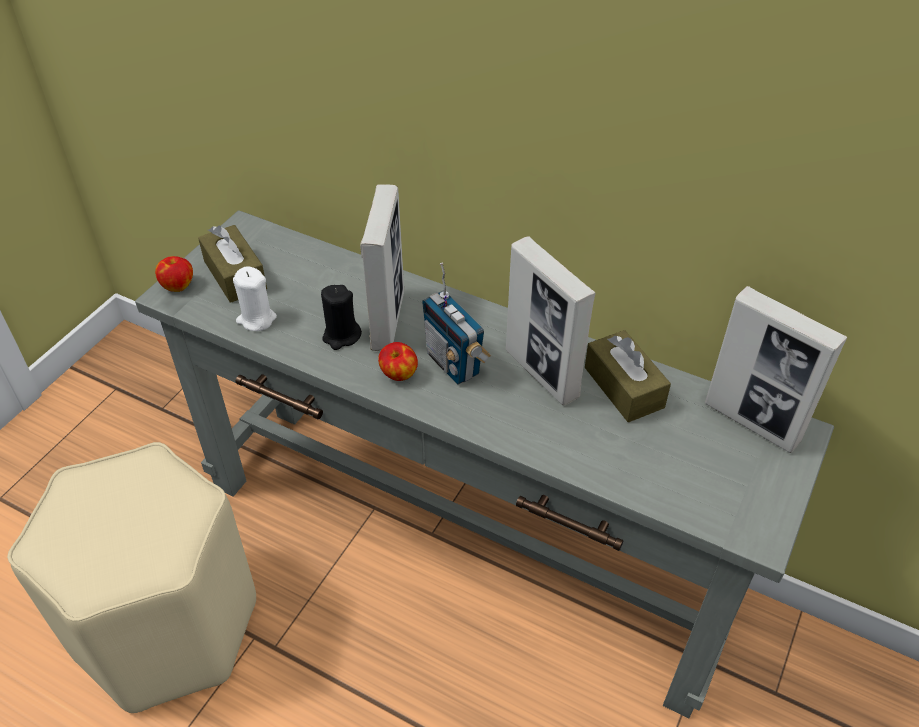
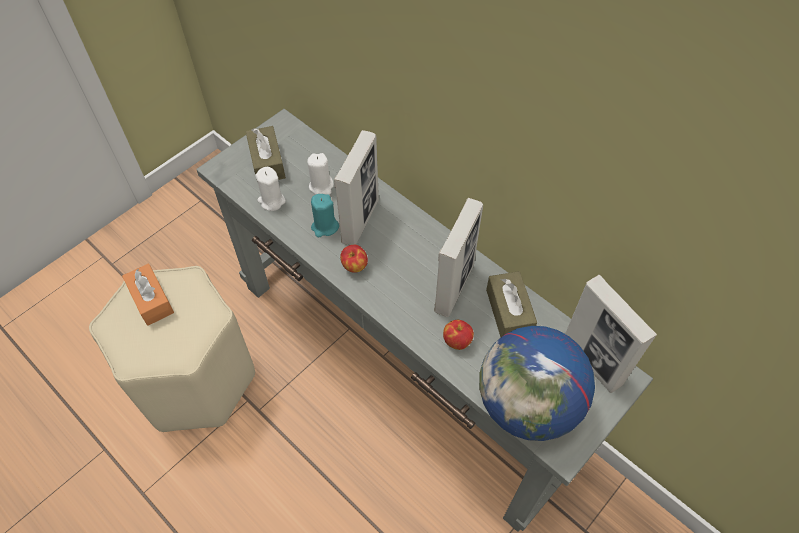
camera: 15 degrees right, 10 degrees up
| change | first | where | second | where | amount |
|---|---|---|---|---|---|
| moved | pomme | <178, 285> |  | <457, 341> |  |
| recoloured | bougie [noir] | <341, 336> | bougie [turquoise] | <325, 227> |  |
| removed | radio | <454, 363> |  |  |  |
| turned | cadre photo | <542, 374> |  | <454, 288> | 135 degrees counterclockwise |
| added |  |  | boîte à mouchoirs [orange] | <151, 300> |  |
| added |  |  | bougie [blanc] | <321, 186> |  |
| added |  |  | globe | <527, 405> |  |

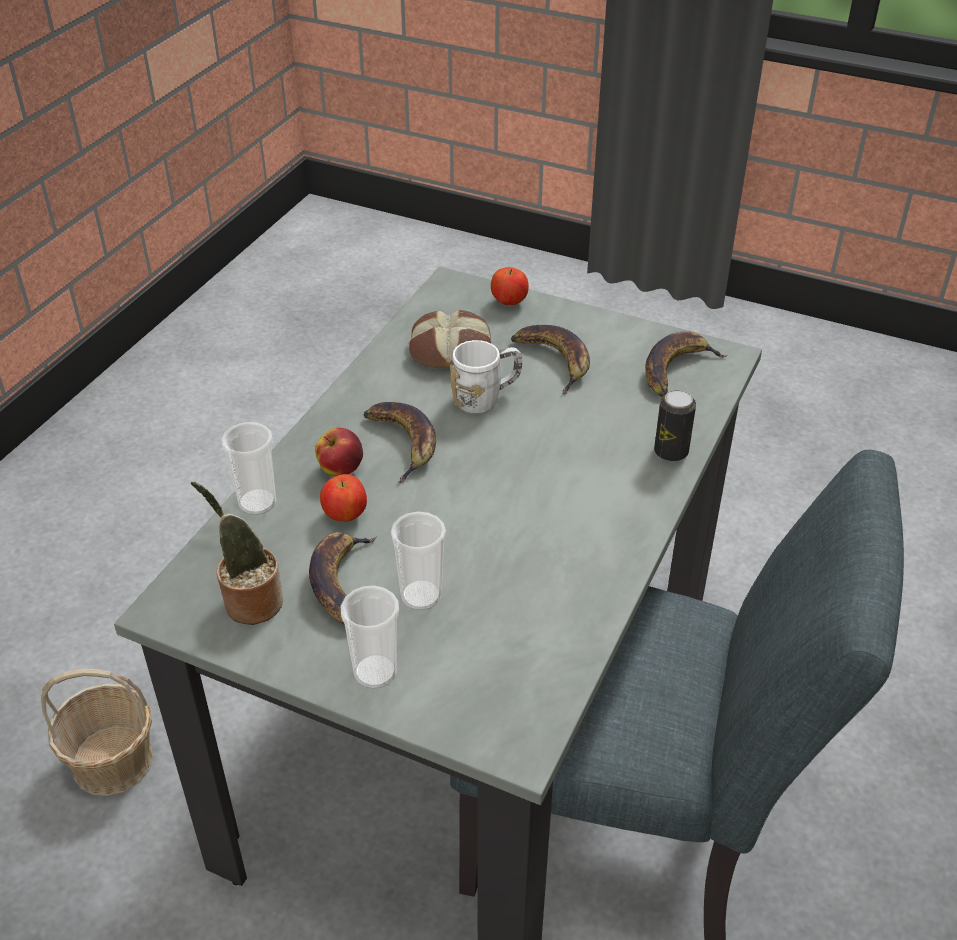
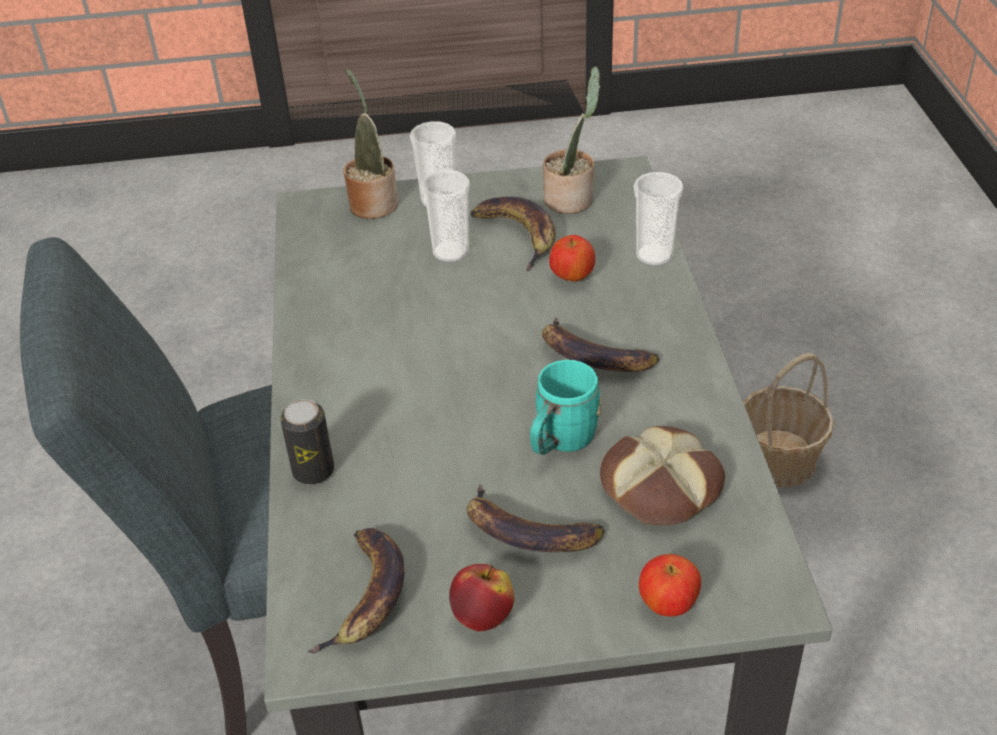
camera: 150 degrees right, 0 degrees up
| change | first | where | second | where | amount |
|---|---|---|---|---|---|
| moved | pomme | <340, 469> |  | <483, 616> |  |
| recoloured | mug [blanc] | <486, 398> | mug [turquoise] | <560, 442> |  |
| added |  |  | plante en pot | <372, 203> |  |

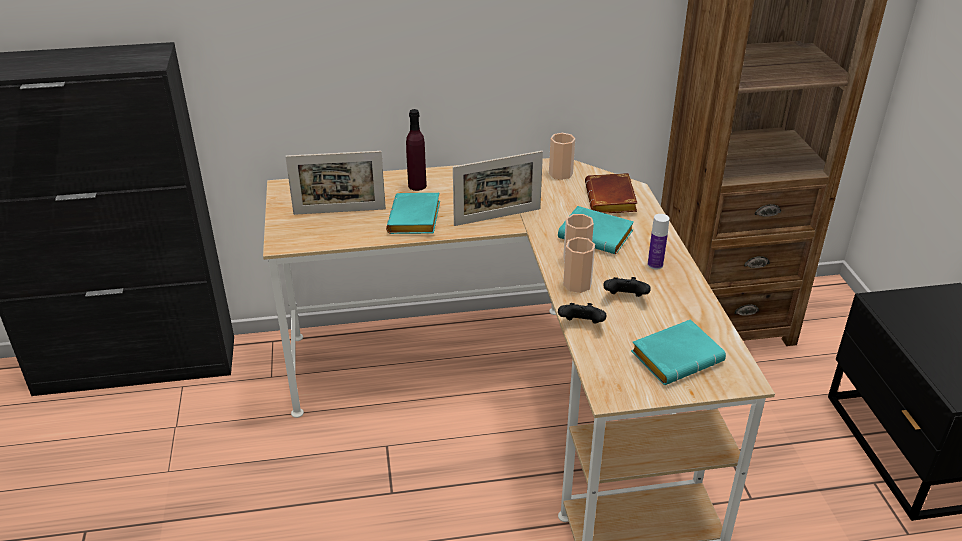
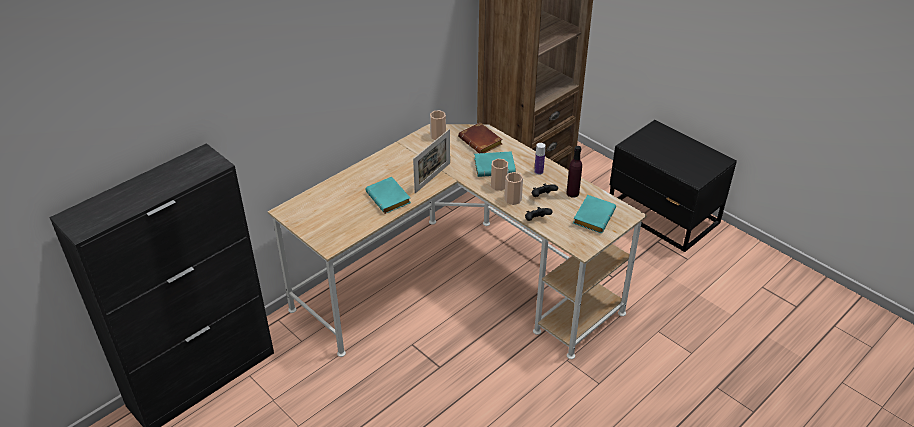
camera: 35 degrees left, 5 degrees up
| change | first | where | second | where | amount |
|---|---|---|---|---|---|
| removed | cadre photo | <339, 211> |  |  |  |
| moved | bouteille [violet] | <417, 186> |  | <572, 193> |  |

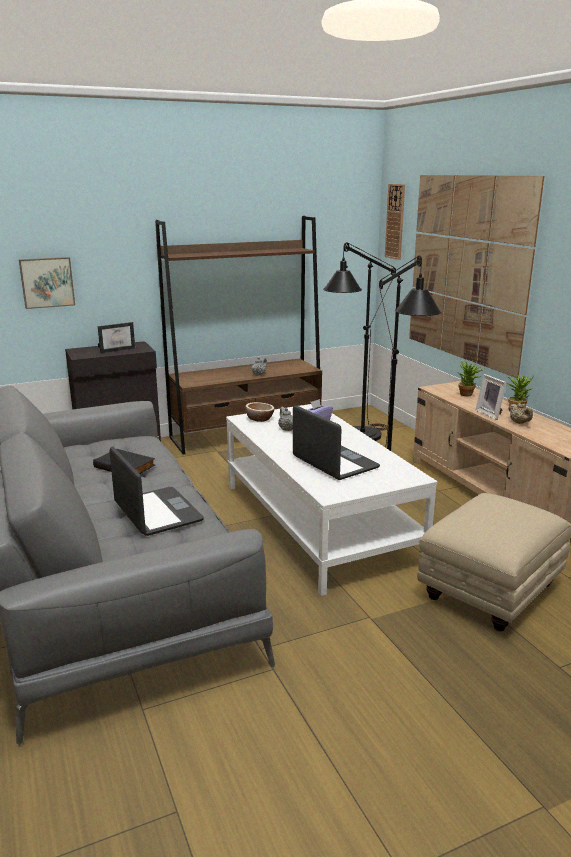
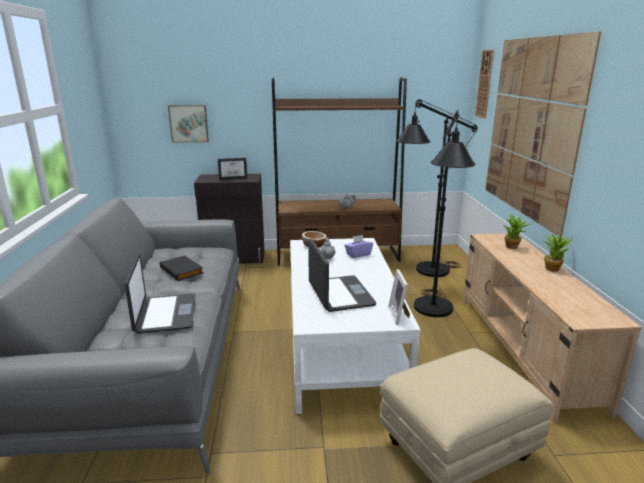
camera: 20 degrees right, 0 degrees up
| change | first | where | second | where | amount |
|---|---|---|---|---|---|
| moved | cadre photo | <491, 414> |  | <399, 315> |  |
| removed | théière [beige] | <519, 423> |  |  |  |

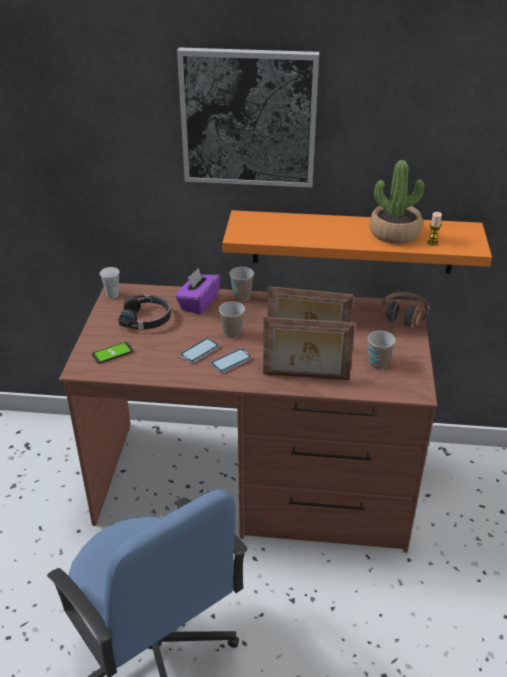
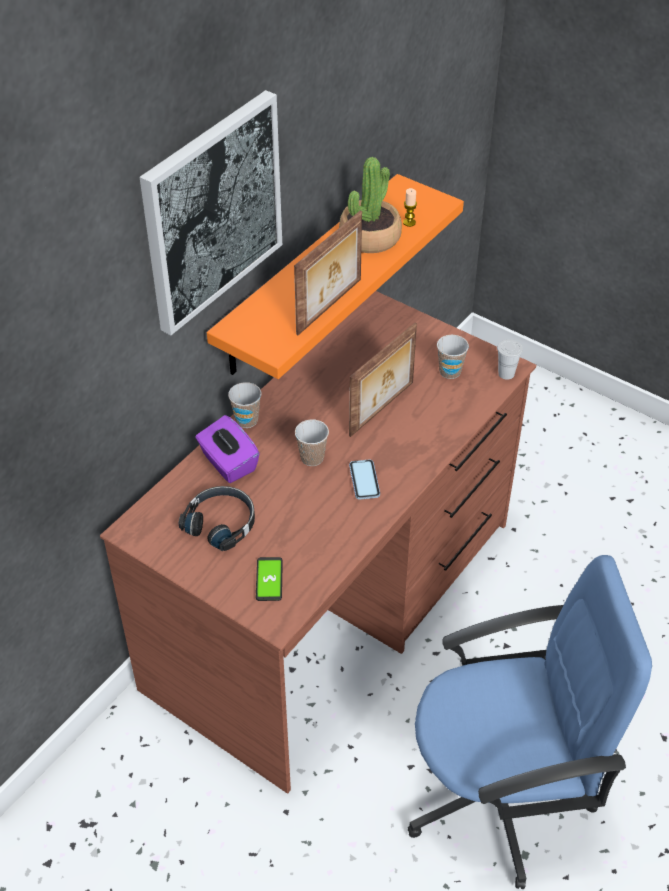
camera: 60 degrees left, 10 degrees up
| change | first | where | second | where | amount |
|---|---|---|---|---|---|
| moved | tasse [blanc] | <112, 295> |  | <506, 374> |  |
| removed | téléphone | <199, 351> |  |  |  |
| moved | cadre photo | <305, 377> |  | <330, 307> |  |
| removed | casque audio | <403, 316> |  |  |  |

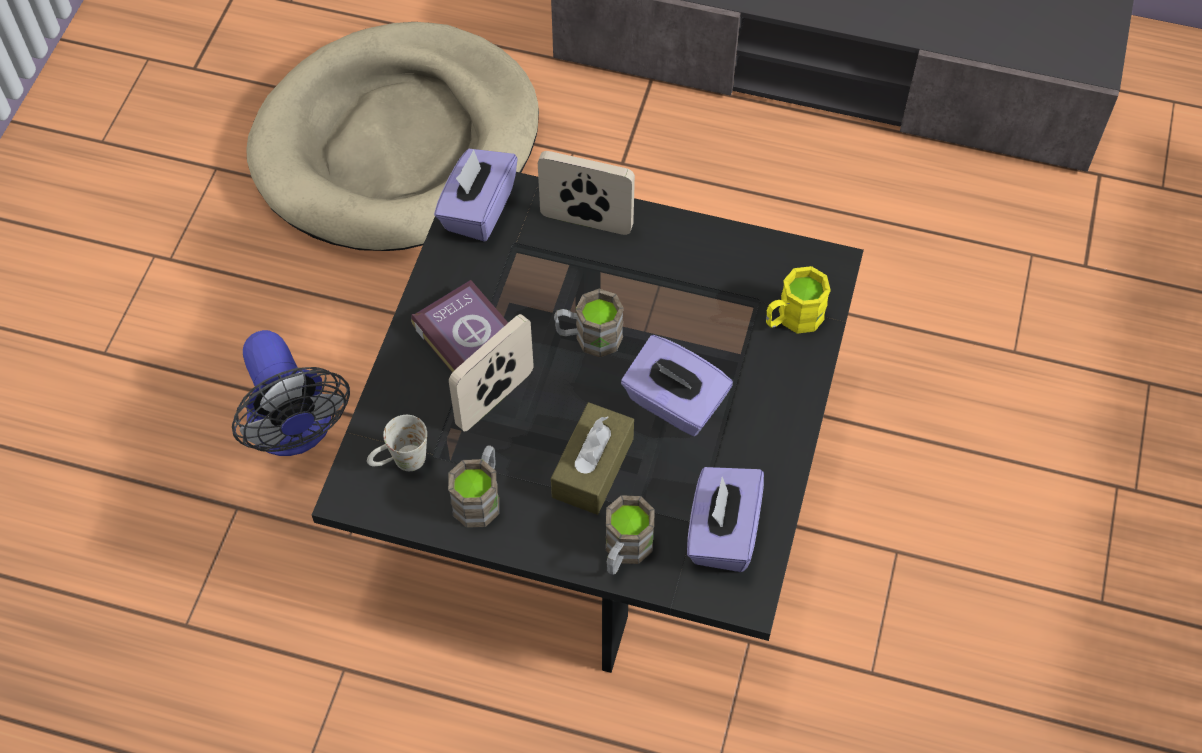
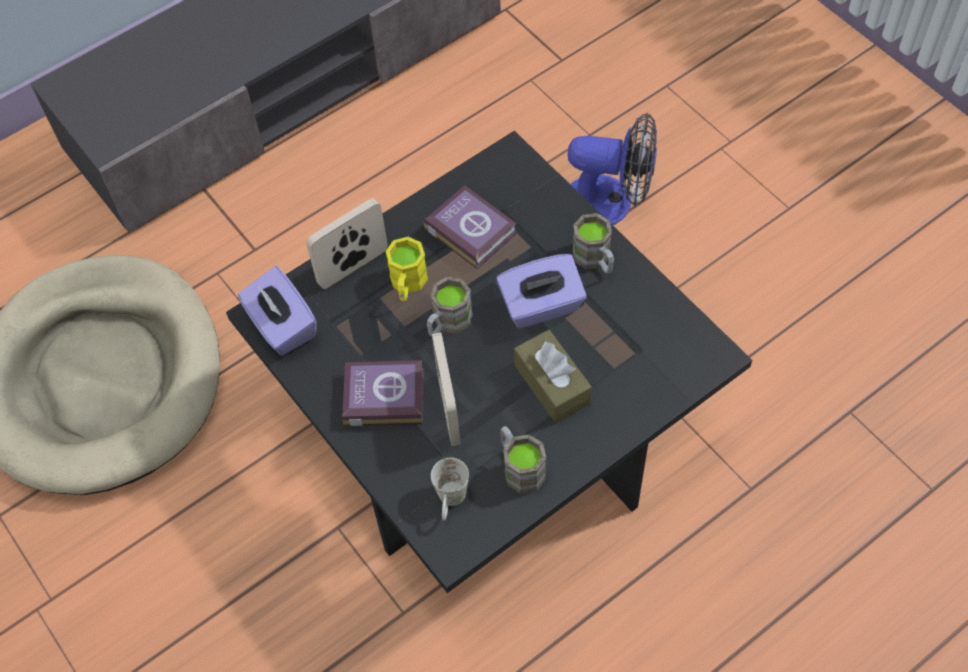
camera: 50 degrees left, 0 degrees up
| change | first | where | second | where | amount |
|---|---|---|---|---|---|
| moved | ventilateur | <295, 431> |  | <610, 202> |  |
| moved | mug [marron] | <624, 551> |  | <595, 260> |  |
| removed | boîte à mouchoirs [violet] | <722, 533> |  |  |  |
| moved | mug [jaune] | <792, 319> |  | <407, 284> |  |
| added |  |  | livre | <470, 229> |  |

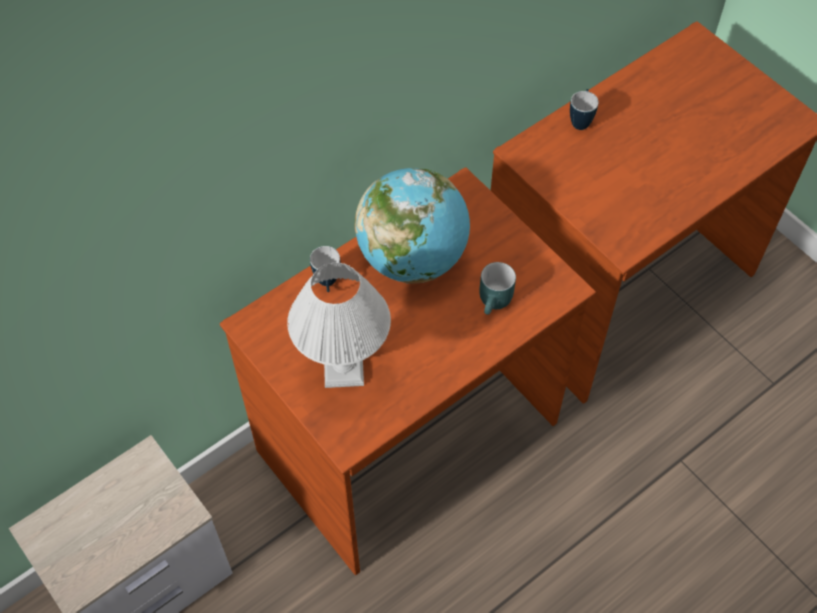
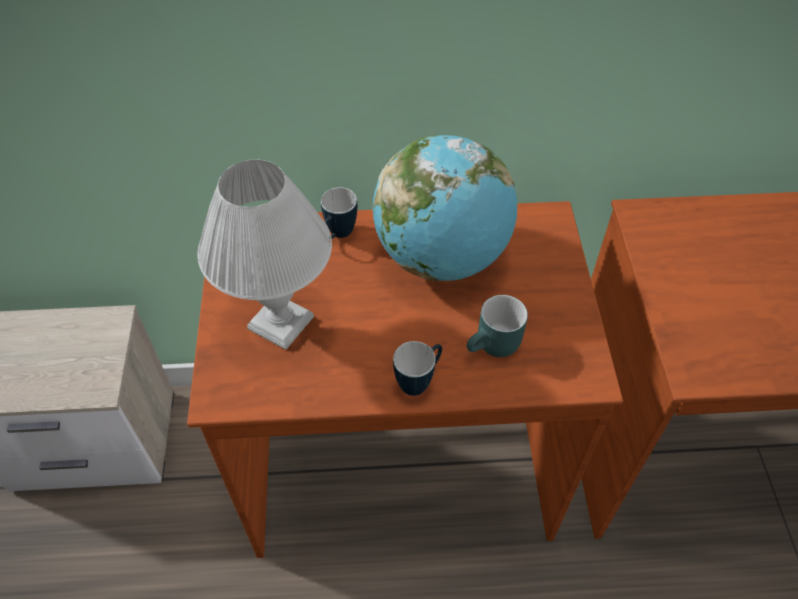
camera: 35 degrees right, 5 degrees down
| change | first | where | second | where | amount |
|---|---|---|---|---|---|
| moved | mug | <581, 120> |  | <419, 381> |  |

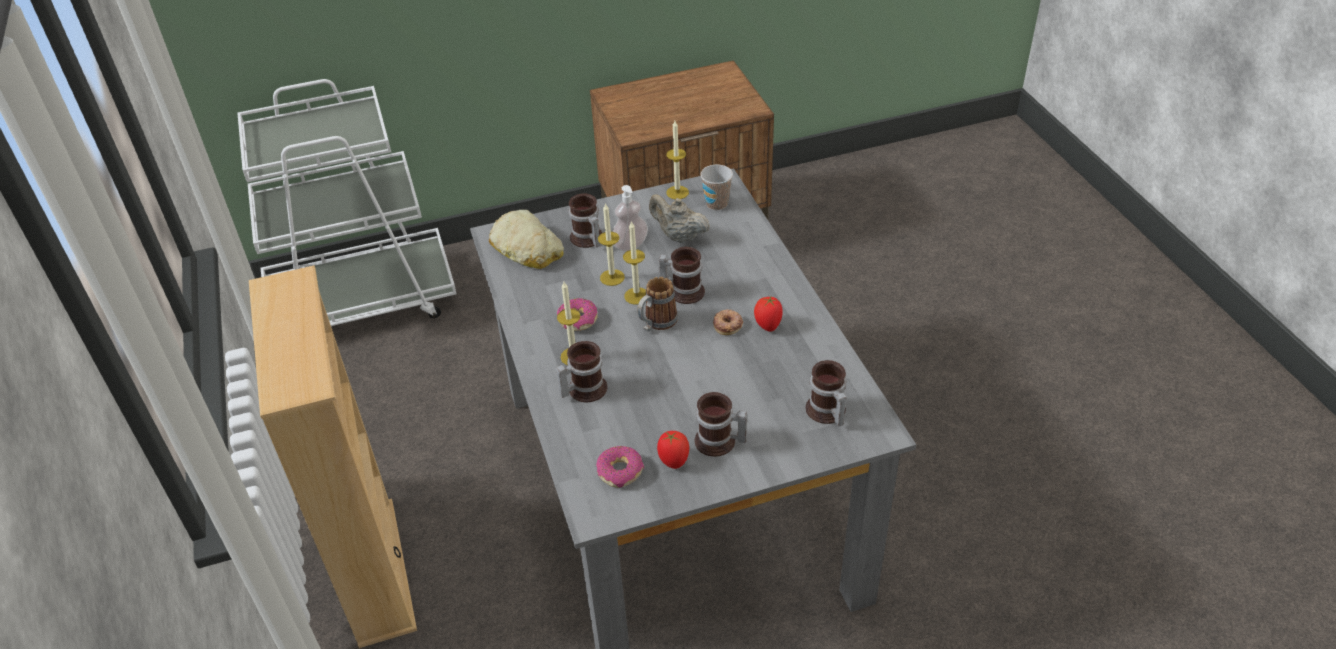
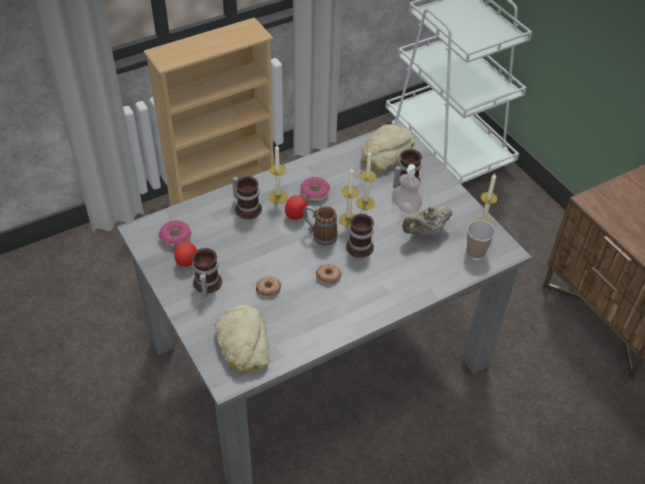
camera: 75 degrees right, 5 degrees up
| change | first | where | second | where | amount |
|---|---|---|---|---|---|
| turned | théière [beige] | <679, 236> |  | <425, 233> | 135 degrees counterclockwise |
| moved | tomate | <767, 325> |  | <296, 216> |  |
| replaced | mug | <826, 412> | pain | <243, 344> |  |
| added |  |  | beignet | <268, 289> |  |

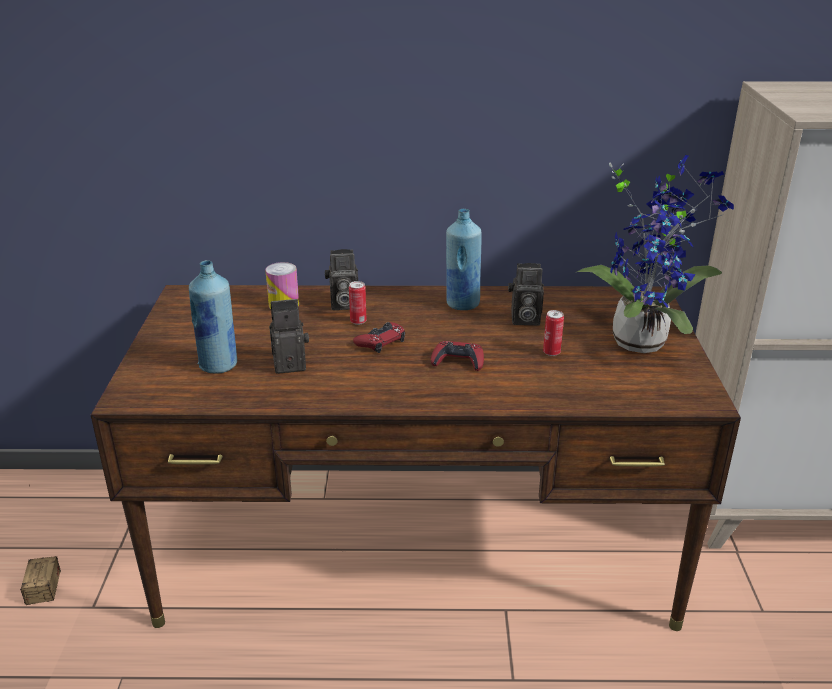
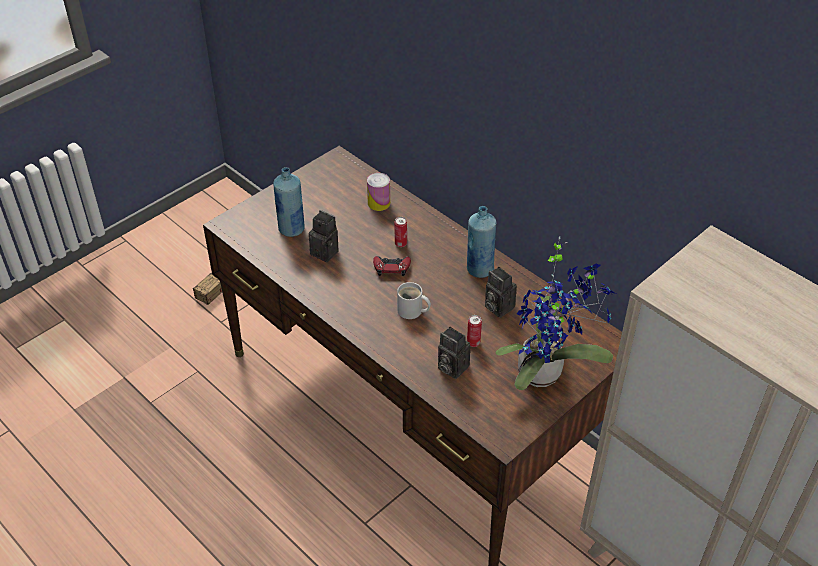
camera: 45 degrees right, 15 degrees up
| change | first | where | second | where | amount |
|---|---|---|---|---|---|
| moved | appareil photo | <342, 305> |  | <451, 367> |  |
| replaced | manette [rouge] | <458, 361> | mug [blanc] | <412, 311> |  |

